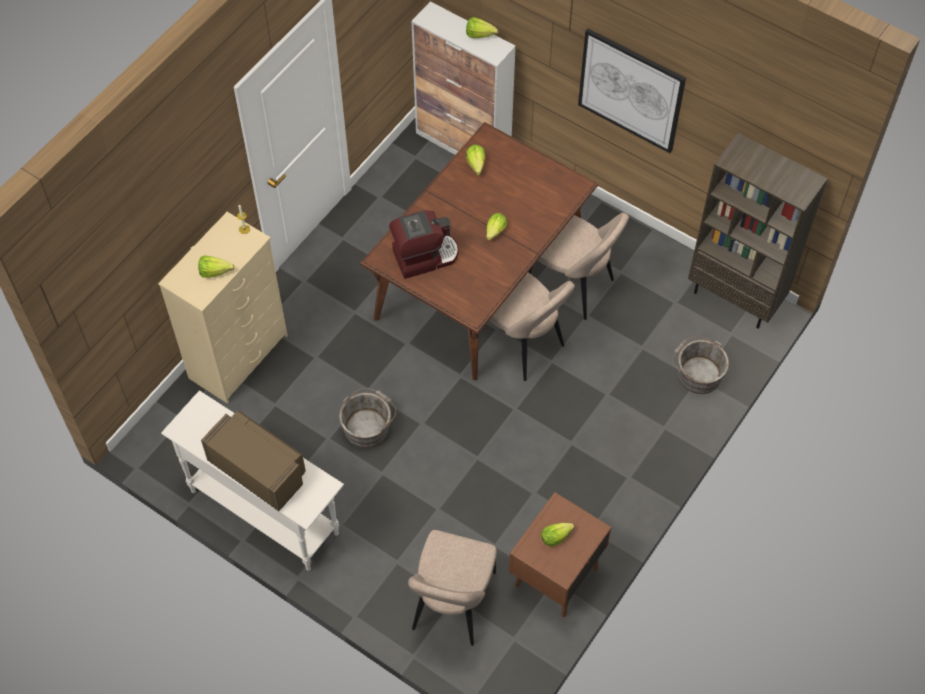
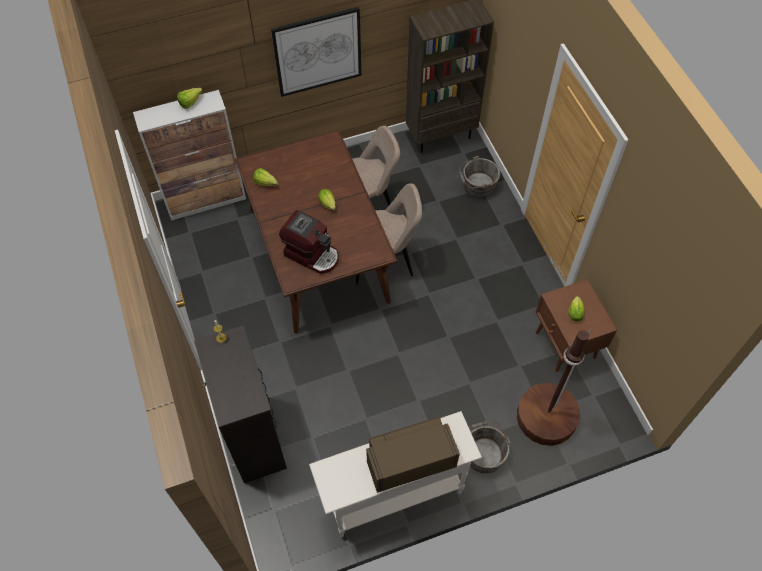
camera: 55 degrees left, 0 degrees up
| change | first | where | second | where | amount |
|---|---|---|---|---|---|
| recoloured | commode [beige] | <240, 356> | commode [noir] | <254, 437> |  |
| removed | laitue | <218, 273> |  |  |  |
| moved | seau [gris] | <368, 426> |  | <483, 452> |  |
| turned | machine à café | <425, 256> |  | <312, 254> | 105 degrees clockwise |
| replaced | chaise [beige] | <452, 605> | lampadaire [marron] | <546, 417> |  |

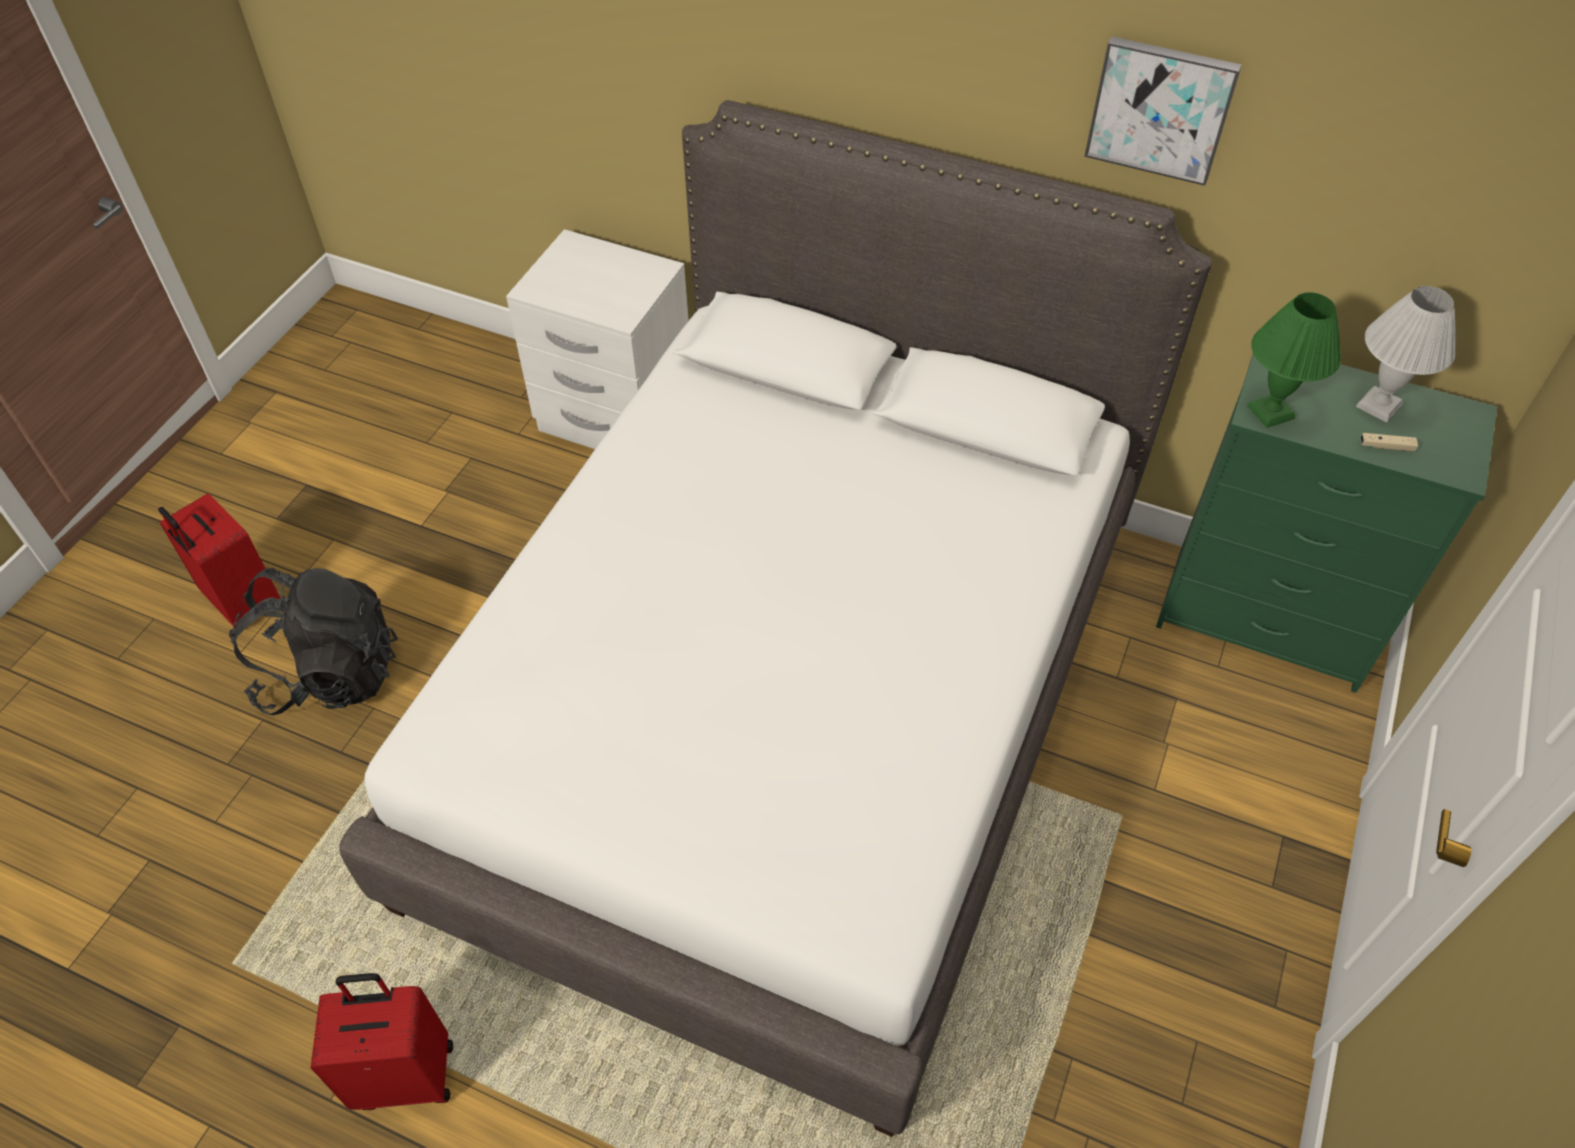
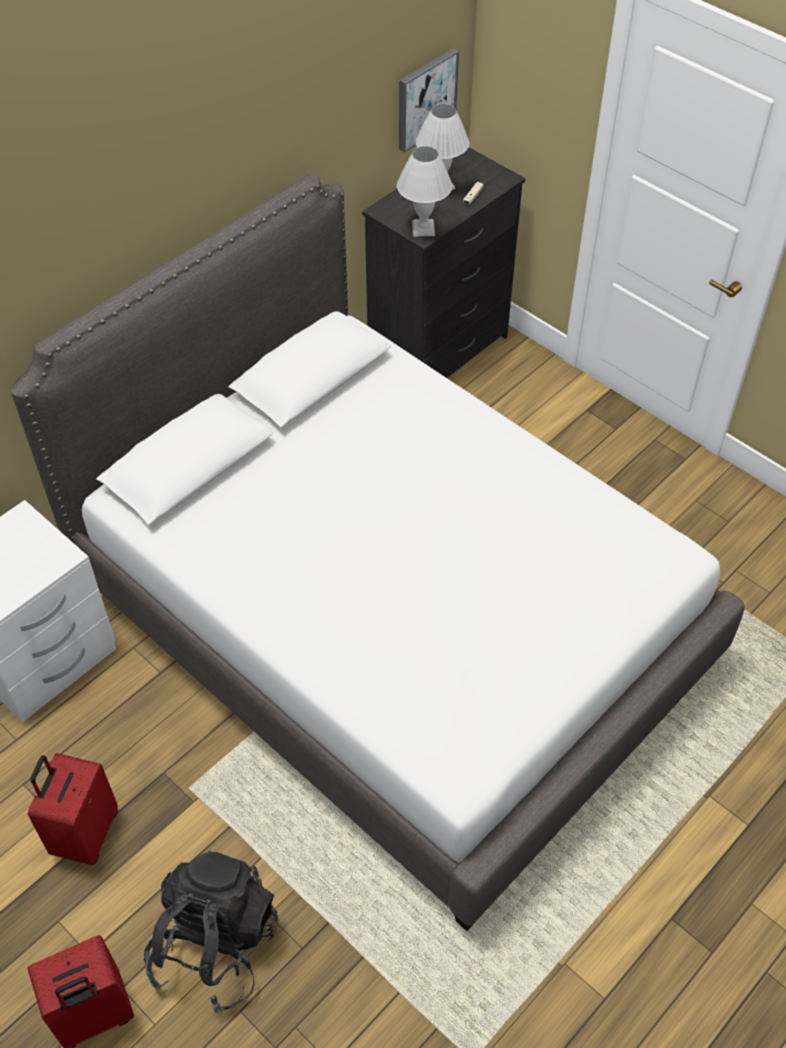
camera: 70 degrees left, 0 degrees up
| change | first | where | second | where | amount |
|---|---|---|---|---|---|
| moved | valise [rouge] | <406, 1073> |  | <85, 834> |  |
| moved | tableau | <1160, 109> |  | <425, 99> |  |
| recoloured | commode [vert] | <1265, 622> | commode [noir] | <440, 353> |  |
| recoloured | lampe de table [vert] | <1271, 412> | lampe de table [blanc] | <424, 229> |  |

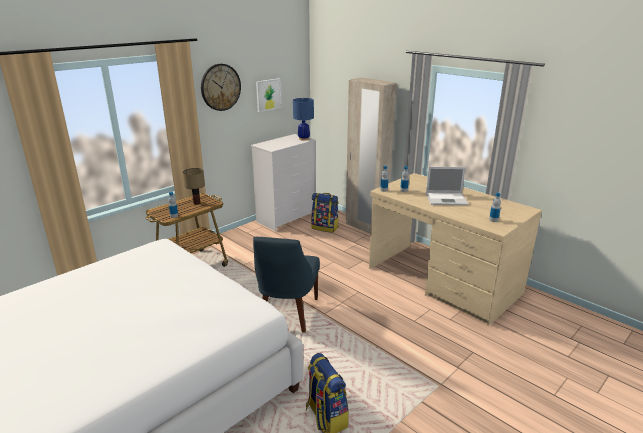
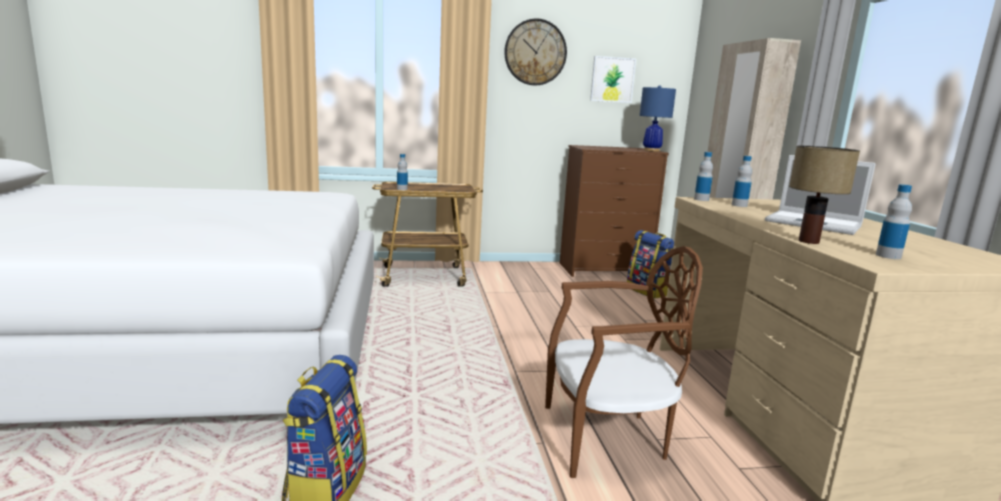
camera: 35 degrees right, 10 degrees down
| change | first | where | second | where | amount |
|---|---|---|---|---|---|
| moved | lampe de table | <196, 203> |  | <807, 241> |  |
| recoloured | commode [blanc] | <286, 218> | commode [marron] | <605, 269> |  |
| removed | chaise [bleu] | <287, 314> |  |  |  |
| added |  |  | chaise [marron] | <607, 438> |  |

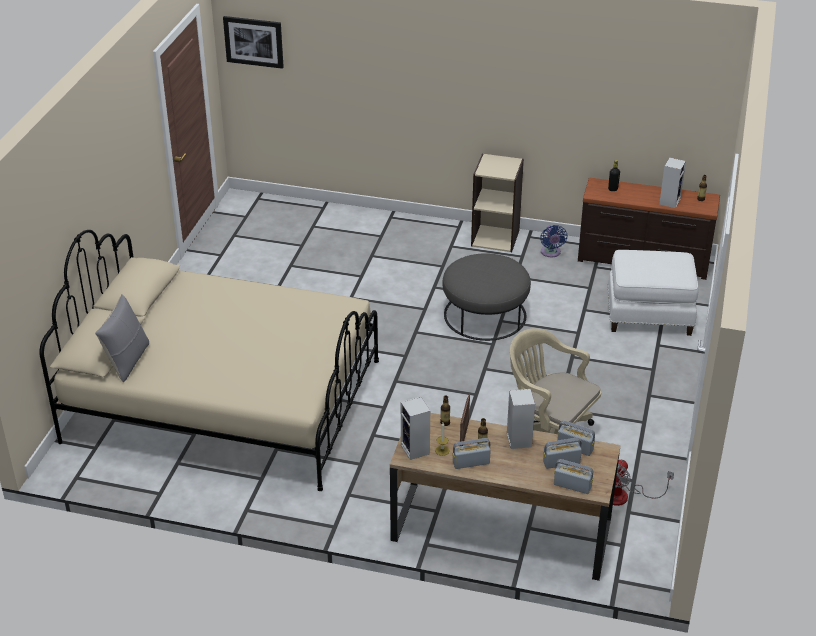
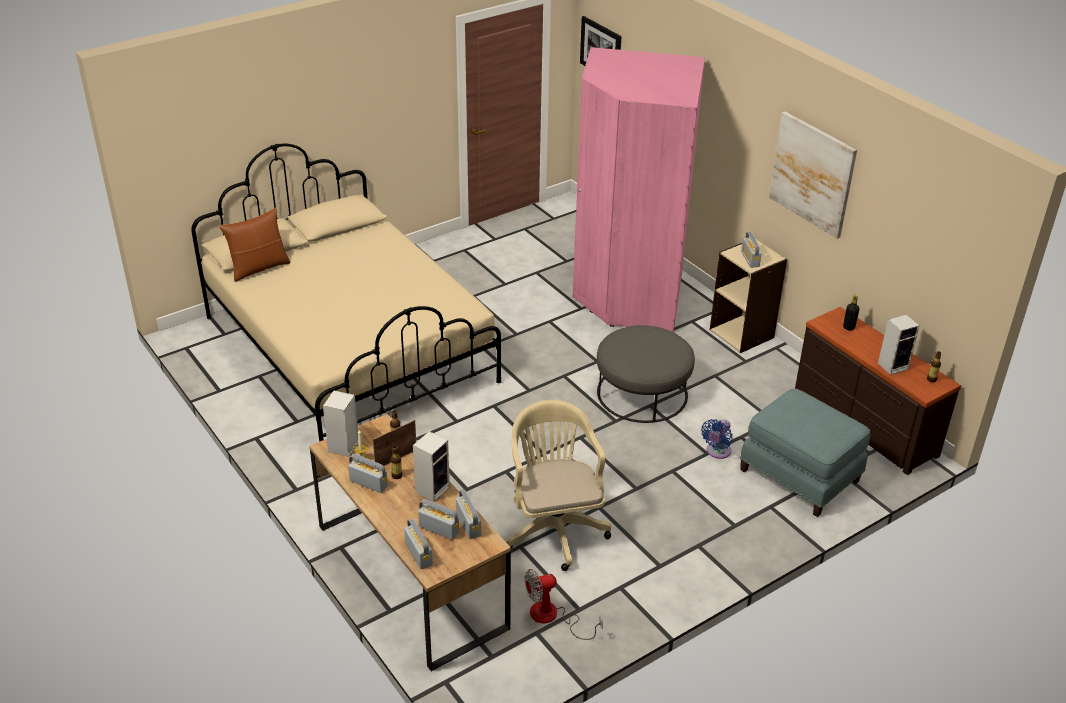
camera: 40 degrees right, 0 degrees up
| change | first | where | second | where | amount |
|---|---|---|---|---|---|
| recoloured | coussin [gris] | <127, 361> | coussin [marron] | <259, 268> |  |
| moved | ventilateur [bleu] | <551, 253> |  | <717, 452> |  |
| recoloured | pouf [blanc] | <649, 314> | pouf [bleu] | <800, 475> |  |
| added |  |  | armoire [rose] | <628, 295> |  |
| added |  |  | radio | <750, 259> |  |
| added |  |  | tableau | <812, 174> |  |

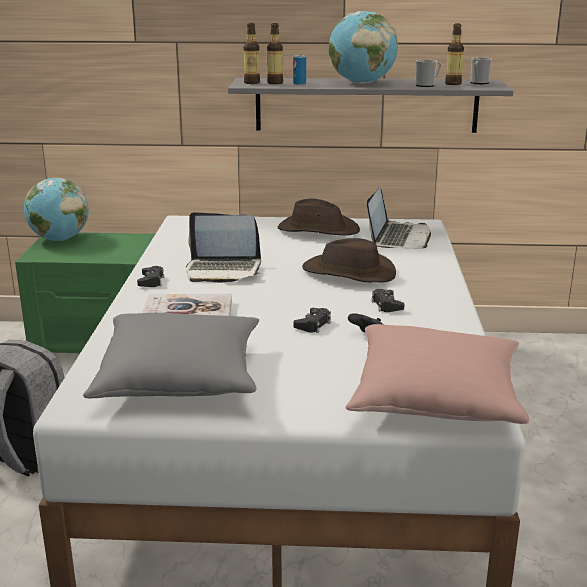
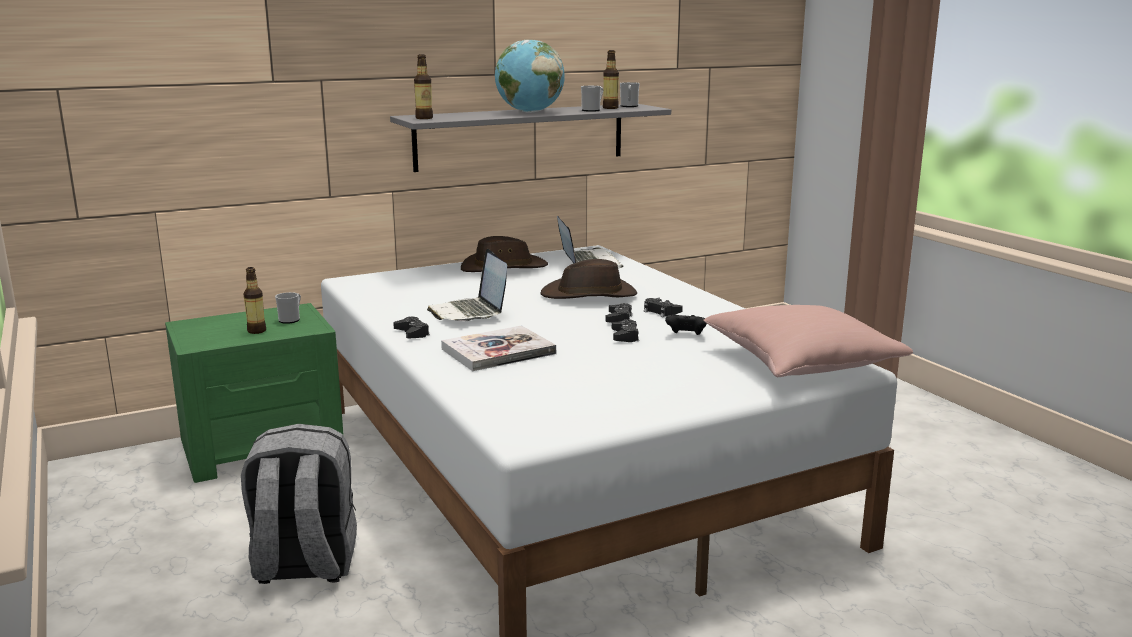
camera: 30 degrees left, 5 degrees down
| change | first | where | second | where | amount |
|---|---|---|---|---|---|
| removed | globe | <59, 239> |  |  |  |
| removed | coussin [gris] | <180, 378> |  |  |  |
| turned | ordinateur portable | <223, 270> |  | <469, 312> | 90 degrees clockwise |
| moved | bouteille | <275, 83> |  | <257, 331> |  |
| removed | boîte métallique | <299, 84> |  |  |  |
| added |  |  | mug | <291, 319> |  |
| added |  |  | manette [noir] | <619, 319> |  |

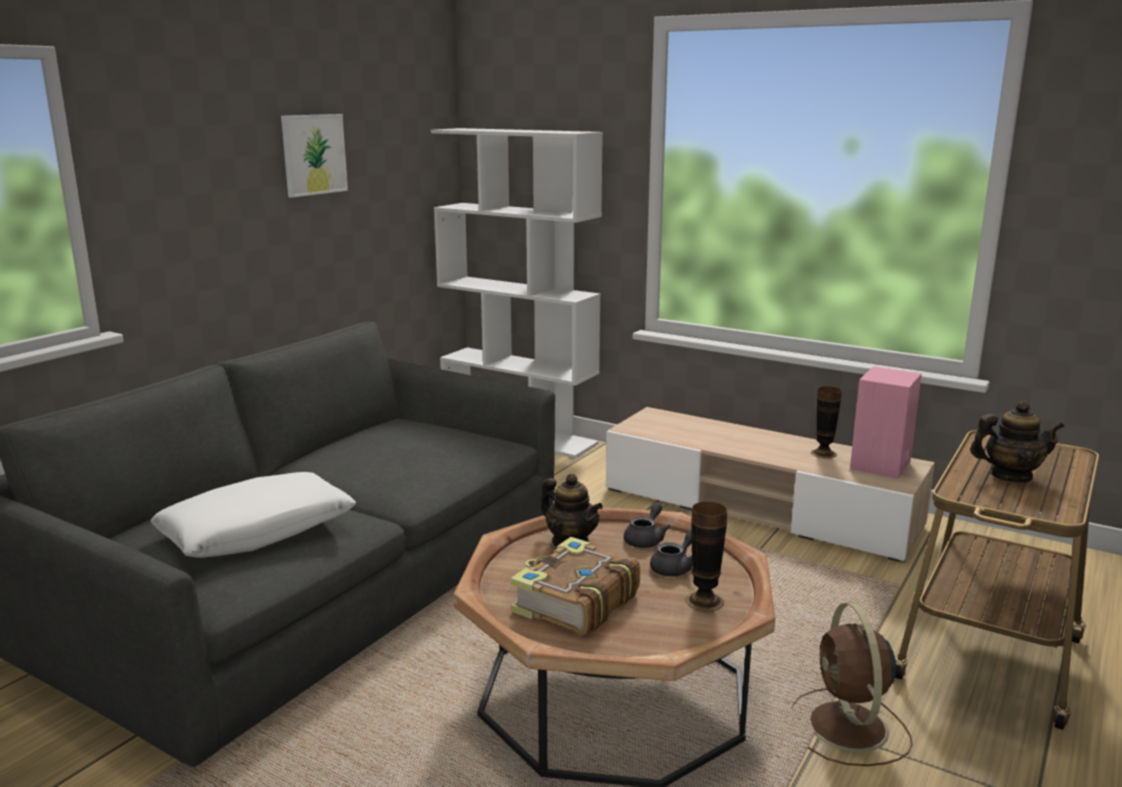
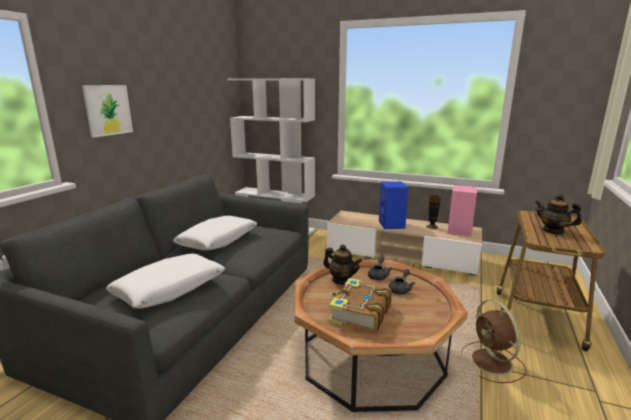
camera: 10 degrees left, 0 degrees up
| change | first | where | second | where | amount |
|---|---|---|---|---|---|
| moved | tableau | <314, 154> |  | <108, 110> |  |
| removed | vase | <704, 601> |  |  |  |
| turned | théière | <1010, 476> |  | <553, 231> | 135 degrees counterclockwise |
| added |  |  | coussin [blanc] | <218, 240> |  |
| added |  |  | enceinte [bleu] | <392, 225> |  |

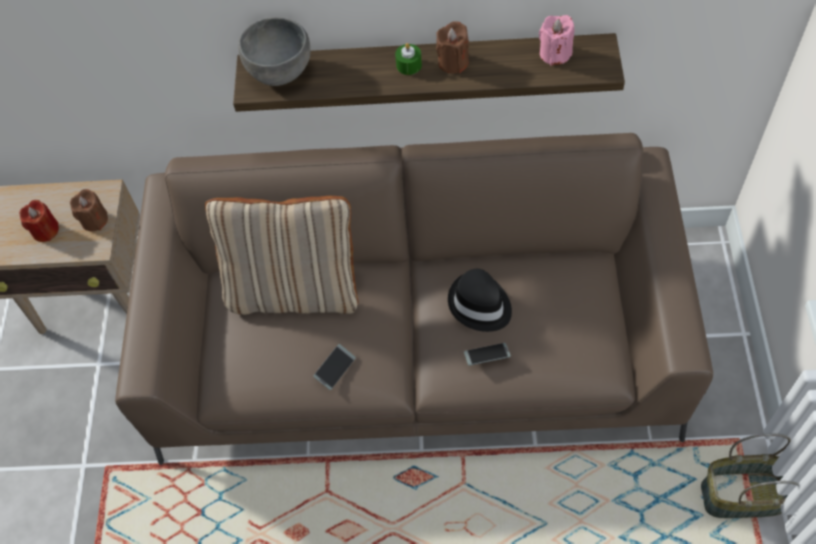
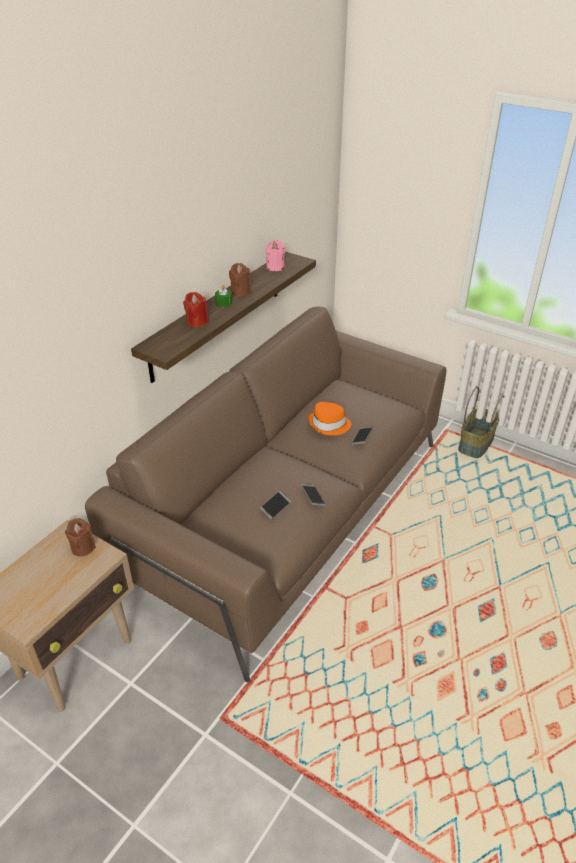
camera: 60 degrees left, 20 degrees down
| change | first | where | second | where | amount |
|---|---|---|---|---|---|
| moved | bougie [rouge] | <45, 230> |  | <197, 322> |  |
| removed | coussin [beige] | <294, 290> |  |  |  |
| removed | bol [gris] | <279, 73> |  |  |  |
| recoloured | chapeau [noir] | <479, 305> | chapeau [orange] | <329, 425> |  |
| added |  |  | téléphone | <275, 507> |  |

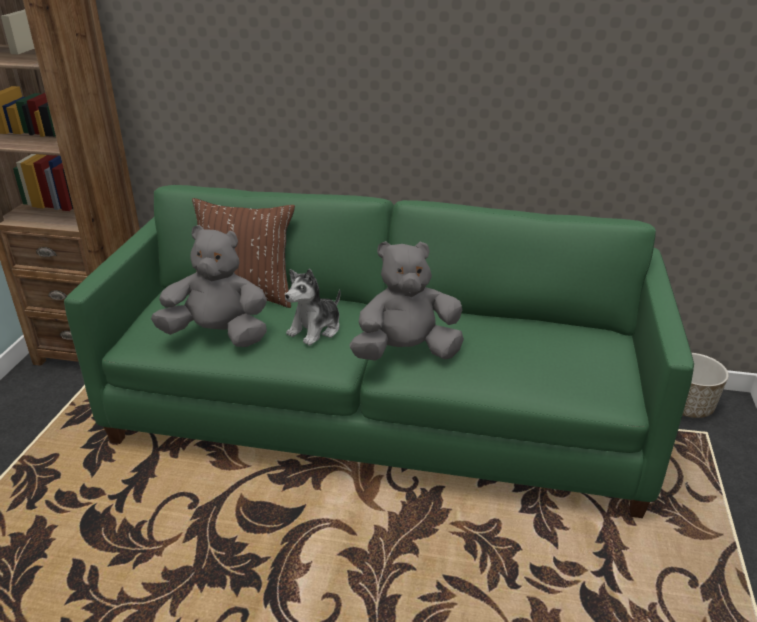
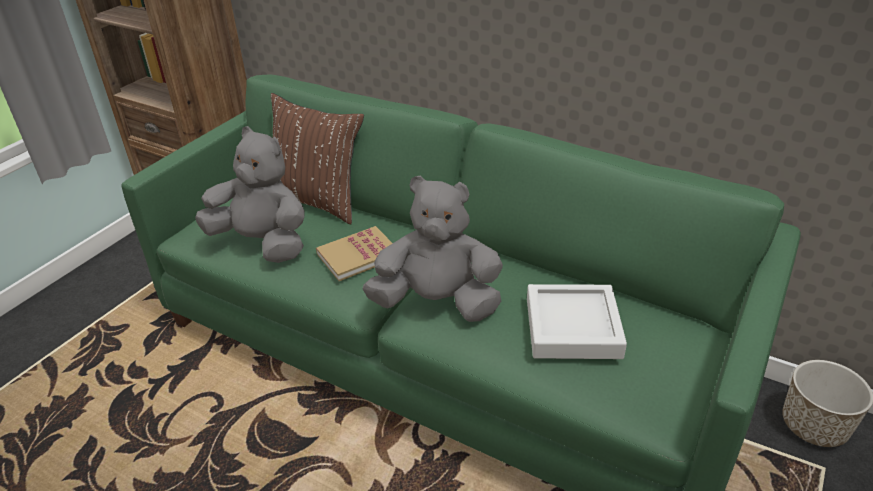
camera: 20 degrees right, 5 degrees up
| change | first | where | second | where | amount |
|---|---|---|---|---|---|
| replaced | peluche | <315, 329> | livre | <358, 255> |  |
| added |  |  | plateau [gris] | <572, 328> |  |

